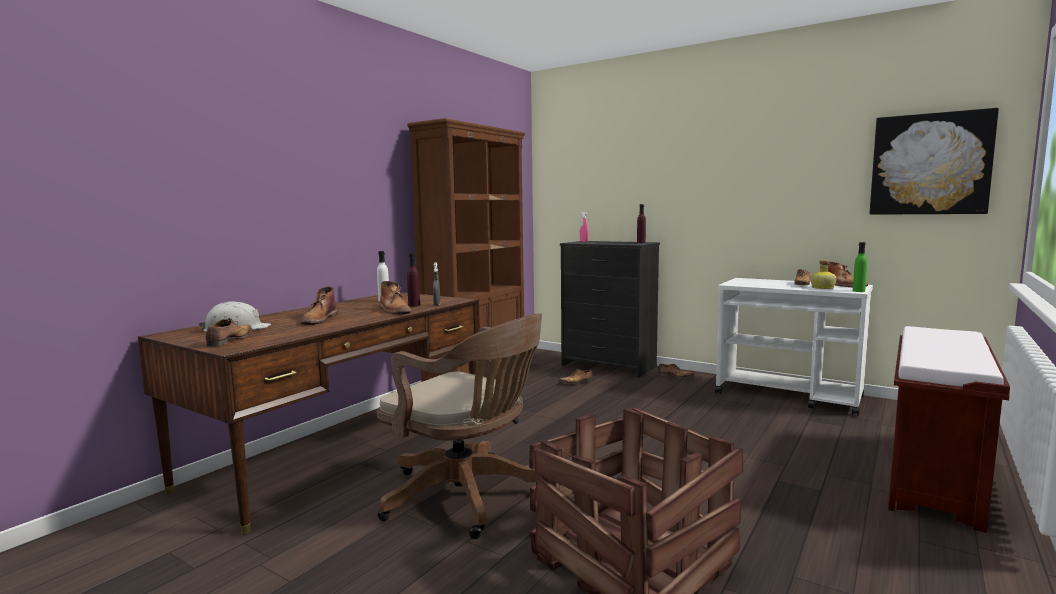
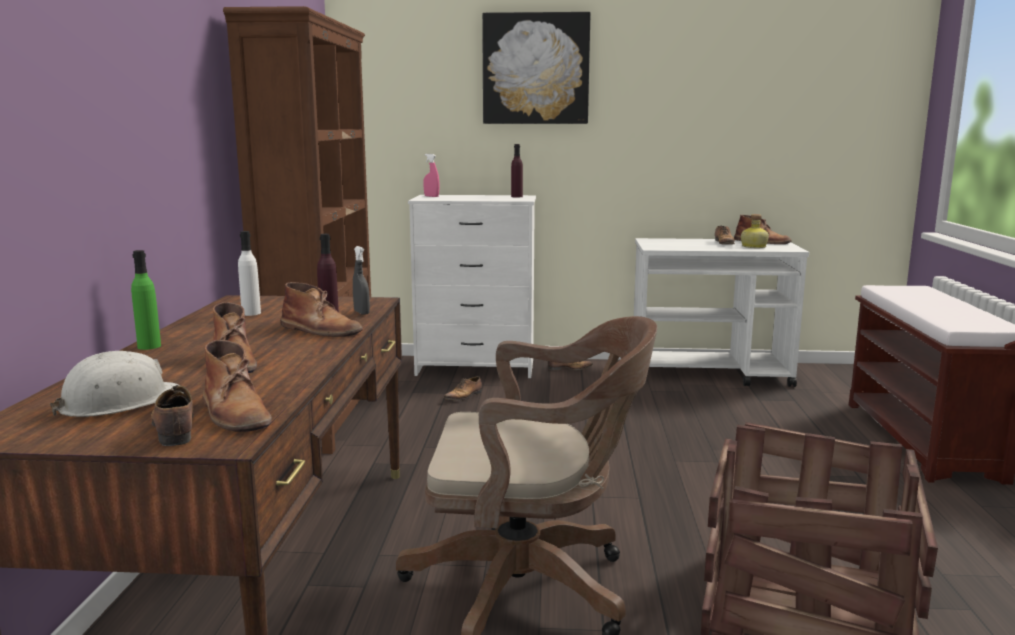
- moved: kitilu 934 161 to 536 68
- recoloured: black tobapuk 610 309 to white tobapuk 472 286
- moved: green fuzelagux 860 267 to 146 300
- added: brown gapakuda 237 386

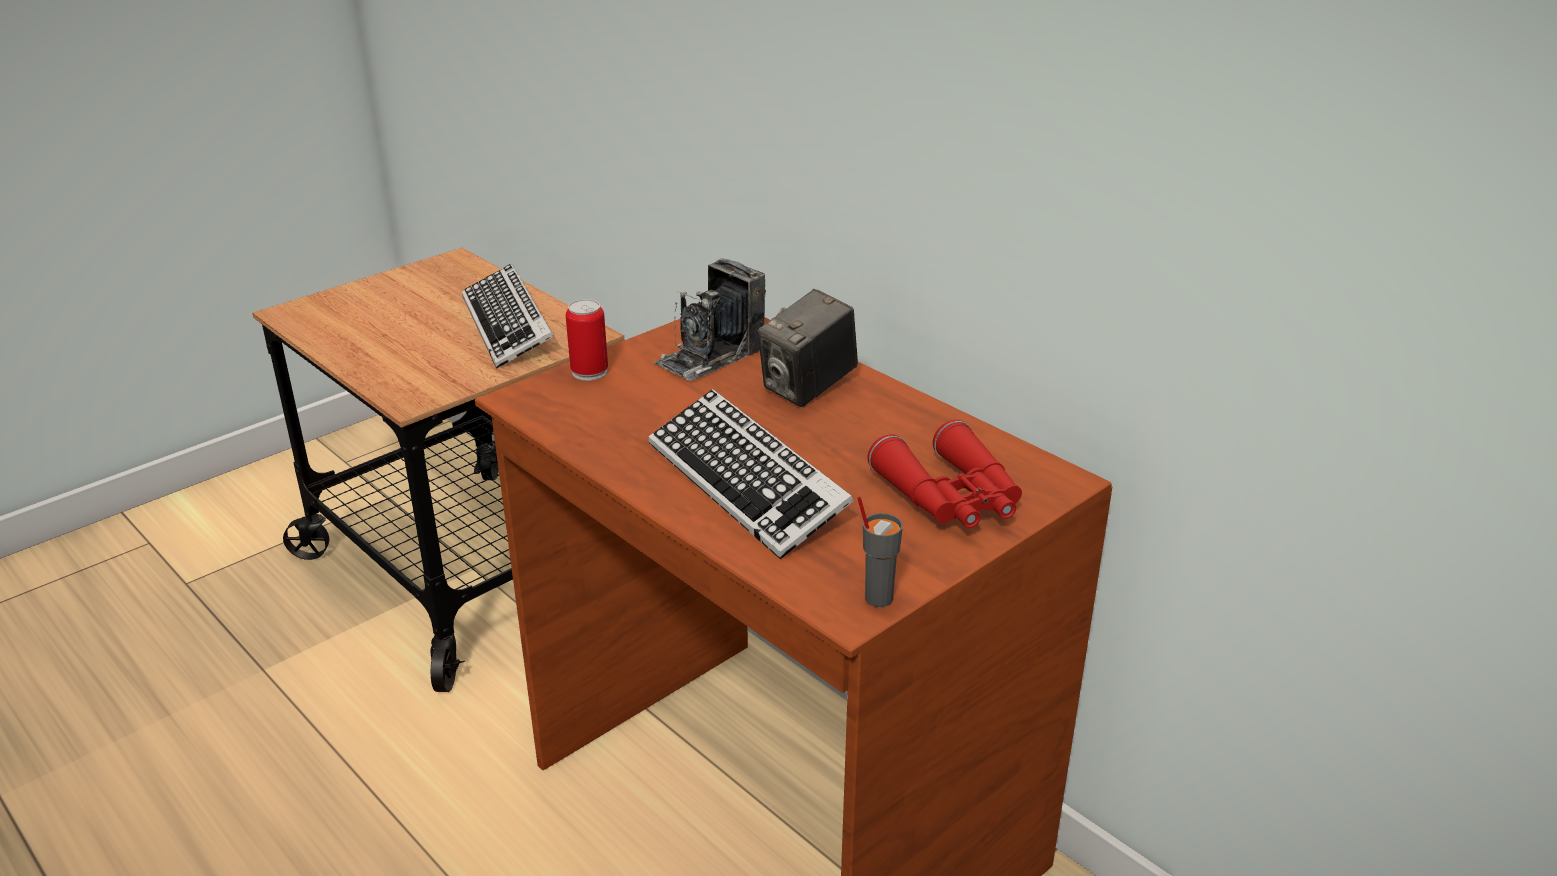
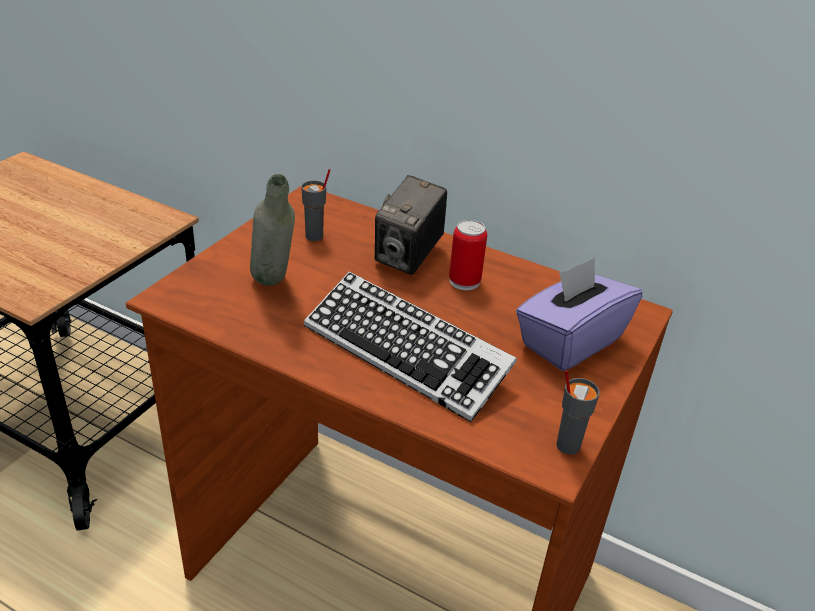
- replaced: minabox 709 319 to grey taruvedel 316 205
- removed: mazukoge 508 316
- moved: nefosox 587 340 to 468 255
- replaced: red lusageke 944 473 to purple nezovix 579 314
- added: grey fuzelagux 272 230

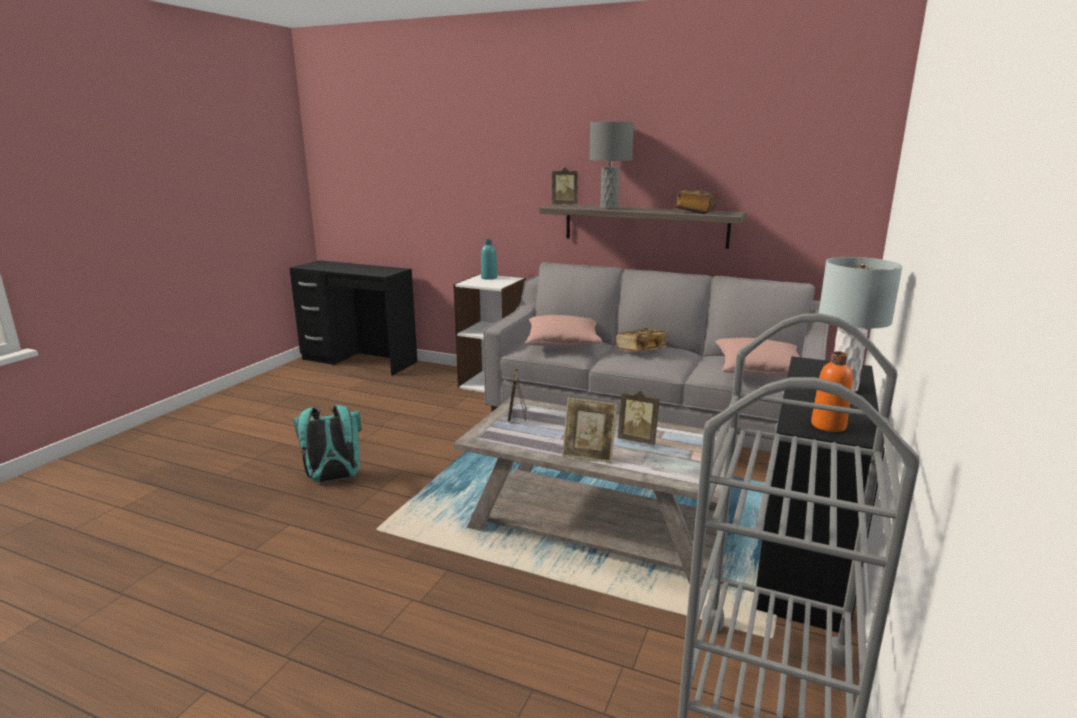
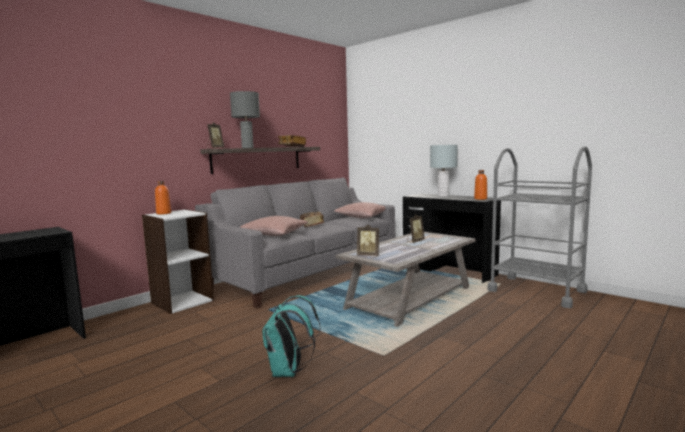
- recoloured: turquoise fuzelagux 489 259 to orange fuzelagux 163 198
- removed: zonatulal 589 430

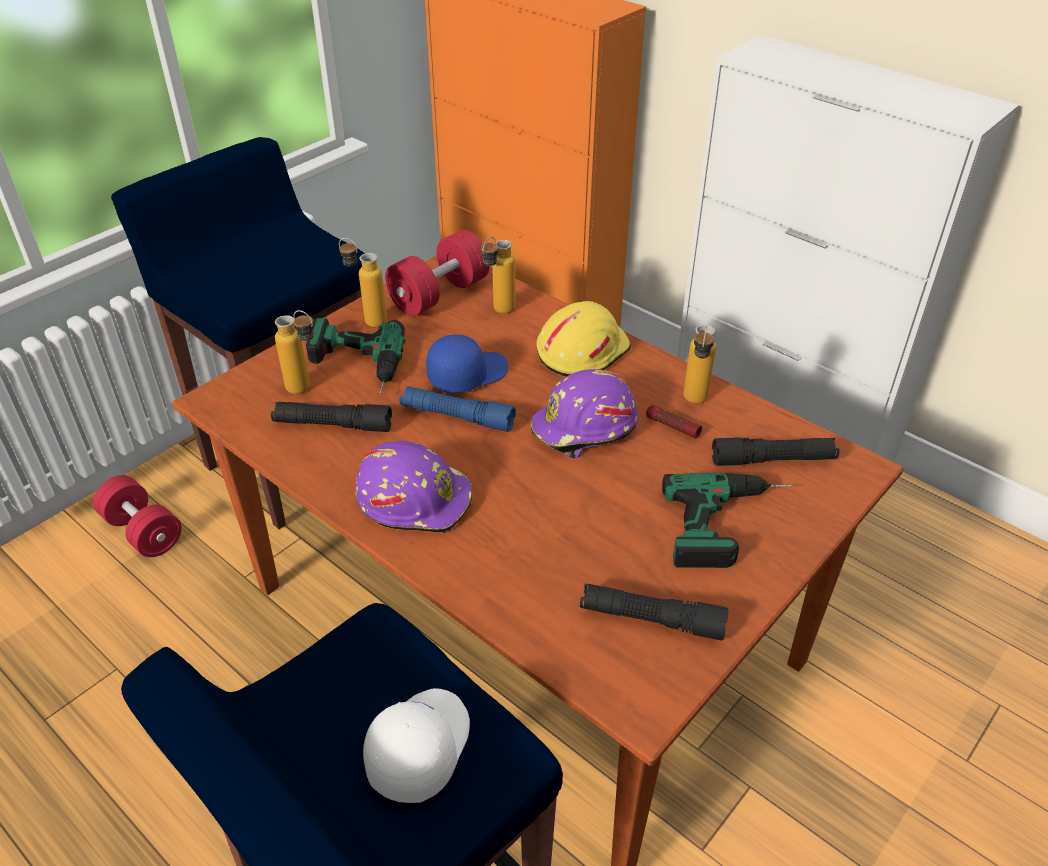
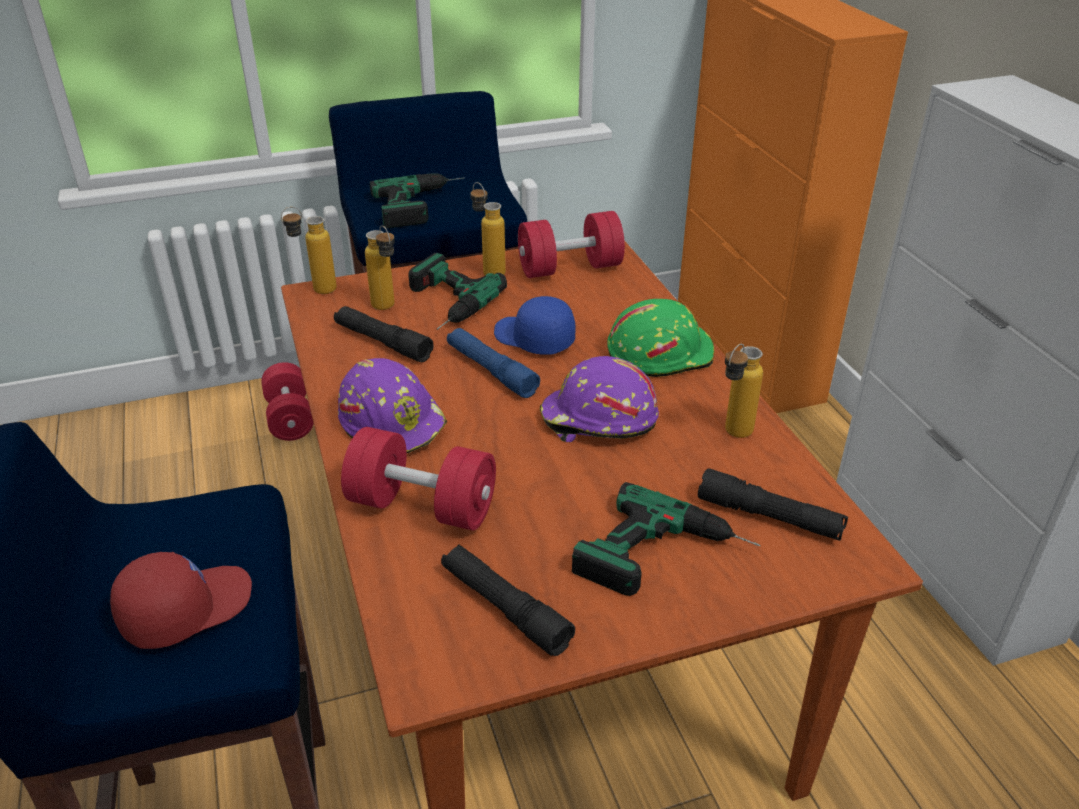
- moved: fuzelagux 498 275 to 309 250
- recoloured: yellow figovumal 584 338 to green figovumal 660 338
- turned: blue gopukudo 467 363 = 535 325 135 degrees counterclockwise
- removed: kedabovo 674 422
- recoloured: white gopukudo 416 745 to red gopukudo 181 600
- added: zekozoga 417 201
- added: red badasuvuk 418 478

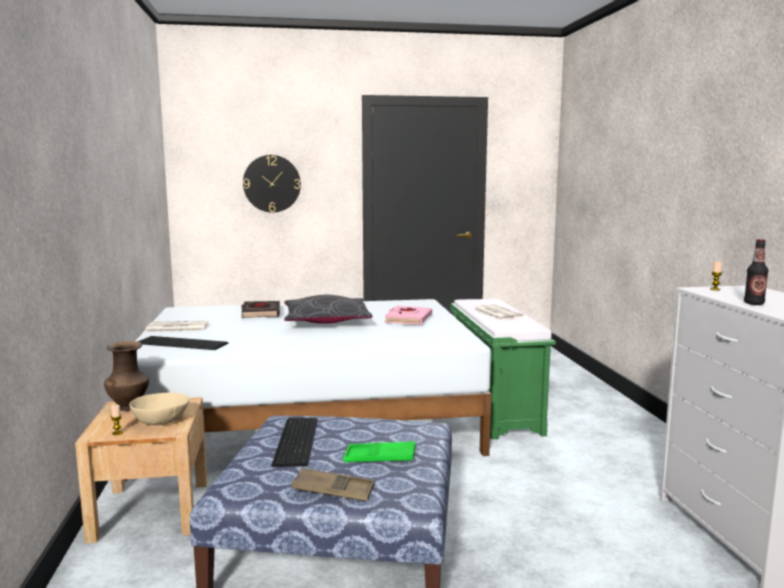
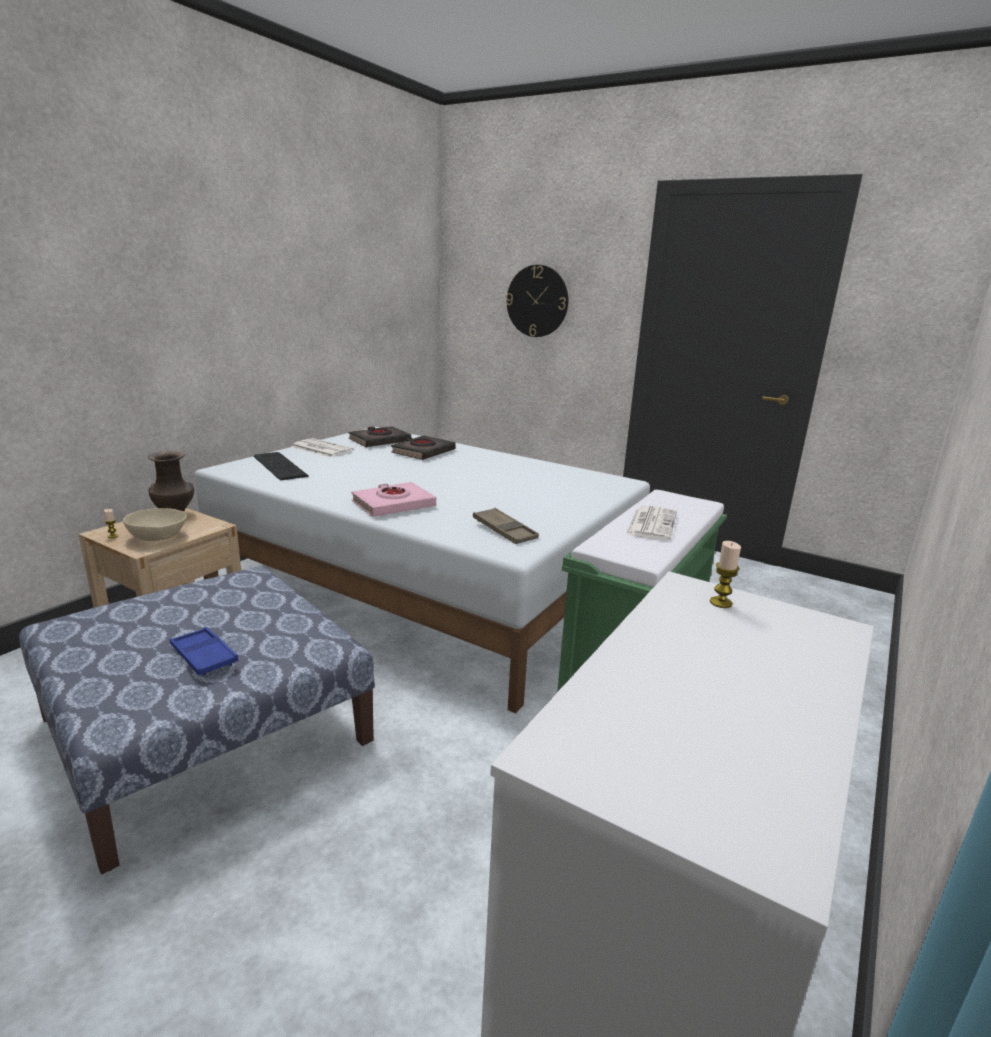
- removed: fuzelagux 756 272
- removed: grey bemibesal 328 309
- moved: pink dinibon 408 315 to 393 499
- removed: mazukoge 294 442
- recoloured: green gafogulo 379 451 to blue gafogulo 204 651
- moved: brown gafogulo 332 484 to 506 526
- added: black dinibon 379 436

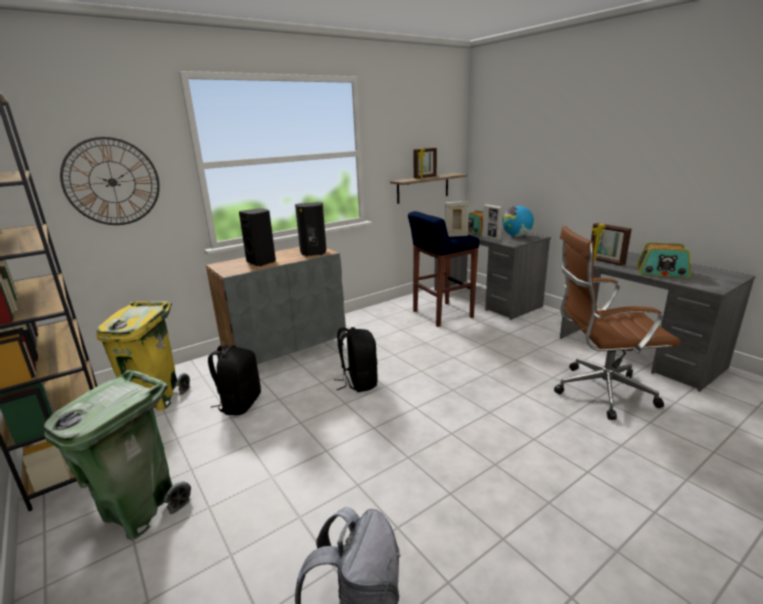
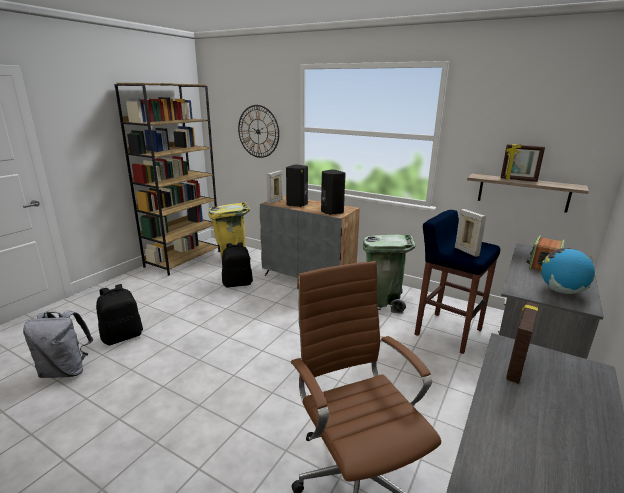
- moved: zonatulal 493 222 to 274 187
- removed: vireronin 663 260
- moved: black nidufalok 356 359 to 119 314
- moved: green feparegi 117 455 to 389 274

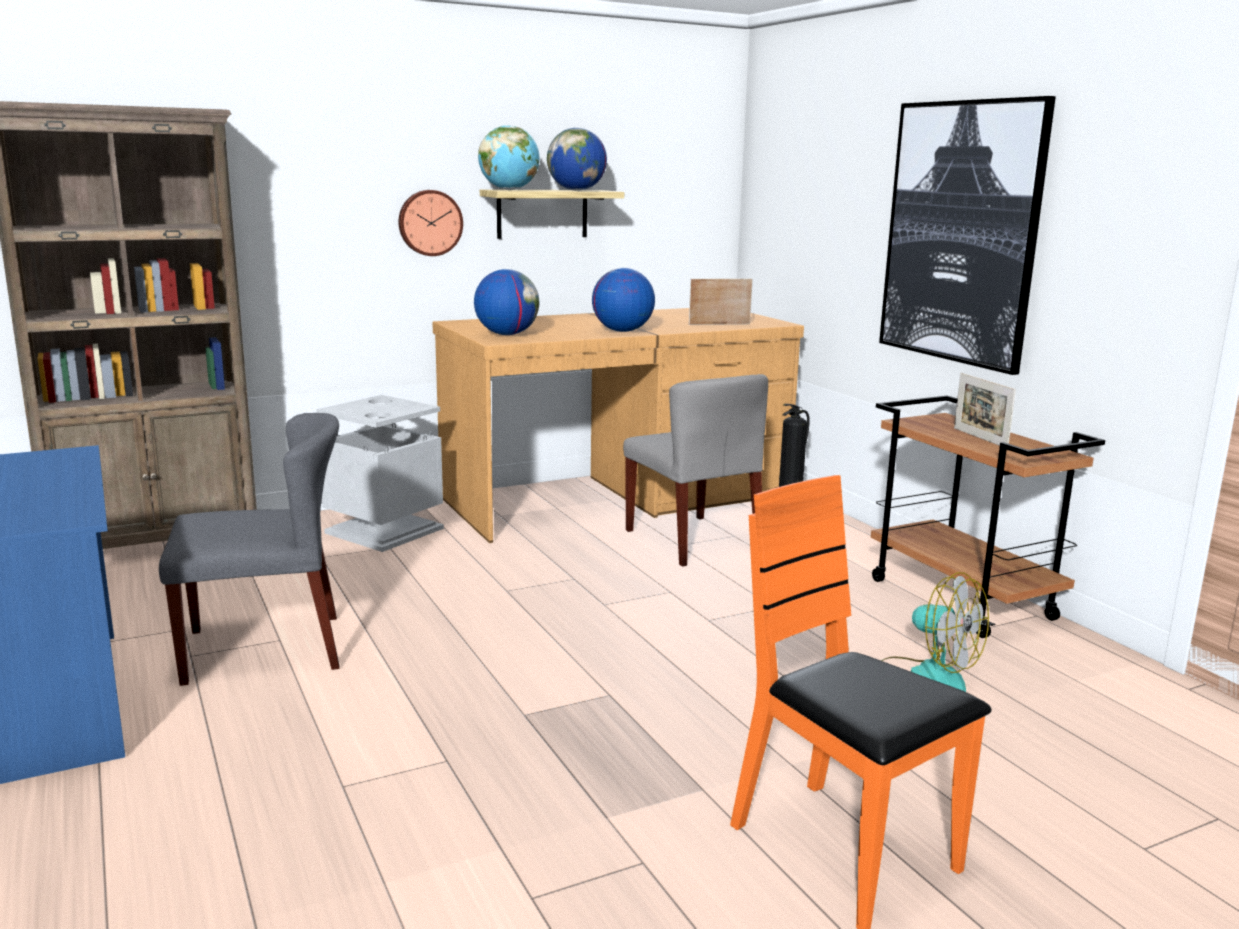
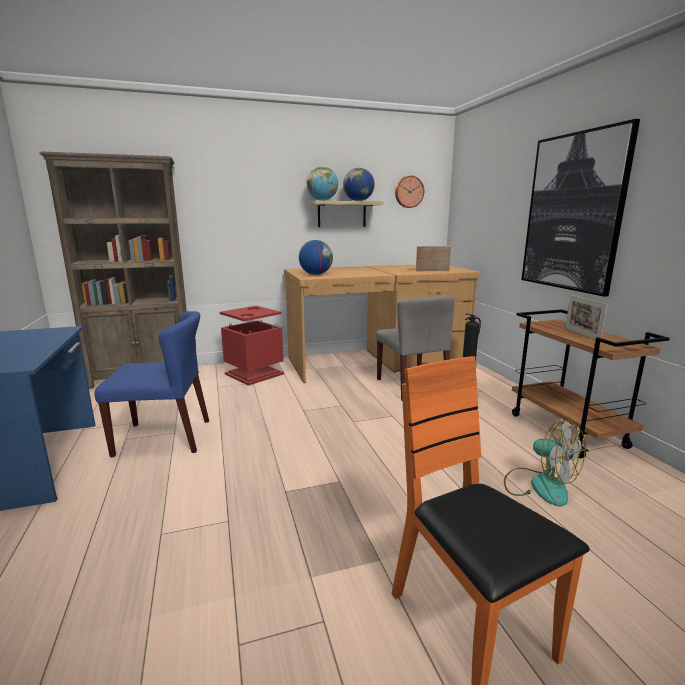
- moved: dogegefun 430 223 to 409 192
- removed: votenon 623 300
- recoloured: grey feparegi 380 473 to red feparegi 252 346
- recoloured: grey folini 249 549 to blue folini 152 384

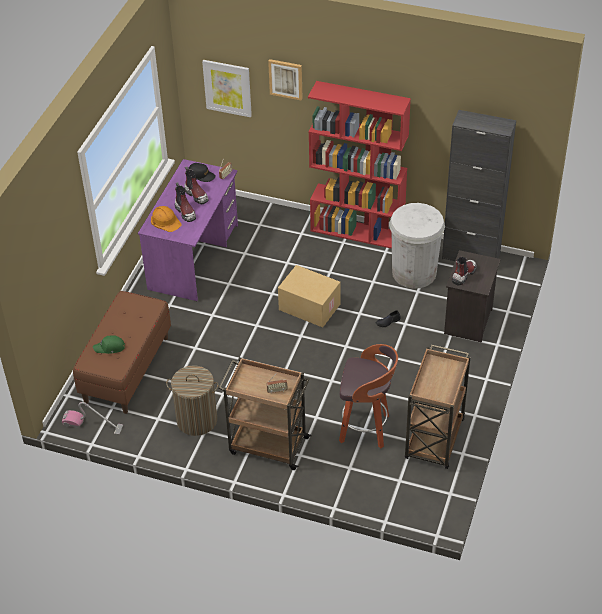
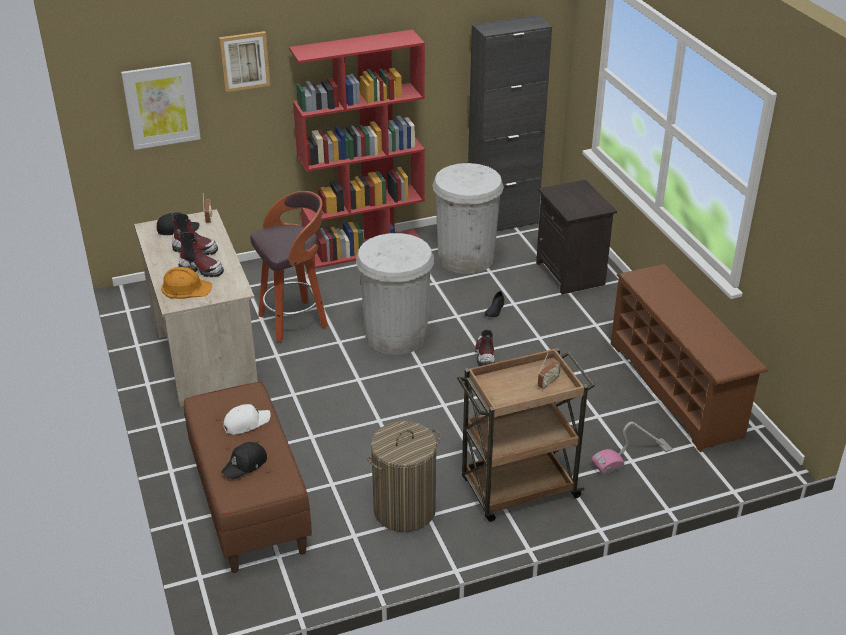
- recoloured: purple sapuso 188 230 to beige sapuso 196 308
- moved: gapakuda 464 271 to 485 348
- replaced: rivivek 309 296 to white feparegi 395 294
- recoloured: green gopukudo 109 344 to black gopukudo 244 460
- moved: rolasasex 368 396 to 289 266
- replaced: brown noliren 437 407 to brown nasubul 689 358
- moved: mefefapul 92 418 to 631 448
- added: white gopukudo 247 419

